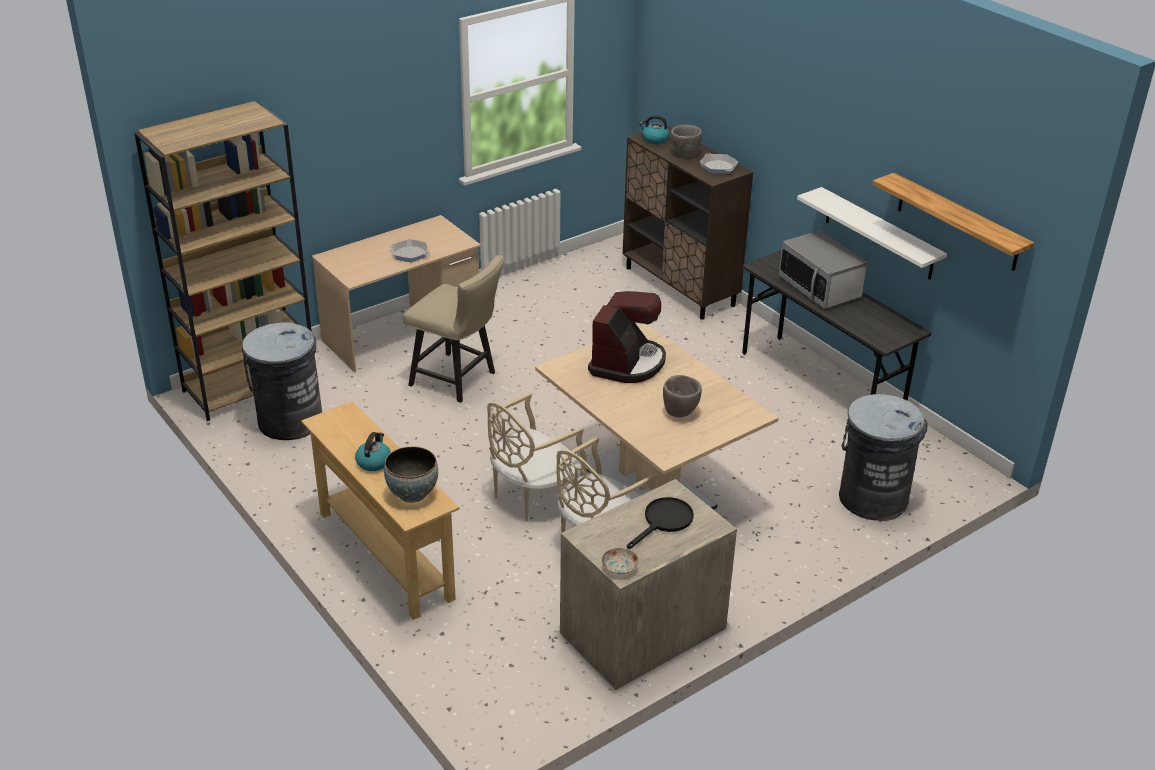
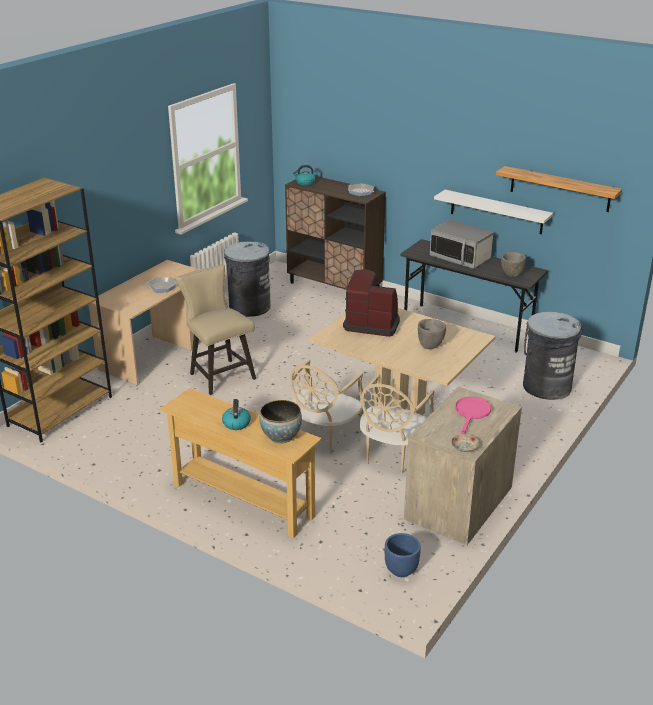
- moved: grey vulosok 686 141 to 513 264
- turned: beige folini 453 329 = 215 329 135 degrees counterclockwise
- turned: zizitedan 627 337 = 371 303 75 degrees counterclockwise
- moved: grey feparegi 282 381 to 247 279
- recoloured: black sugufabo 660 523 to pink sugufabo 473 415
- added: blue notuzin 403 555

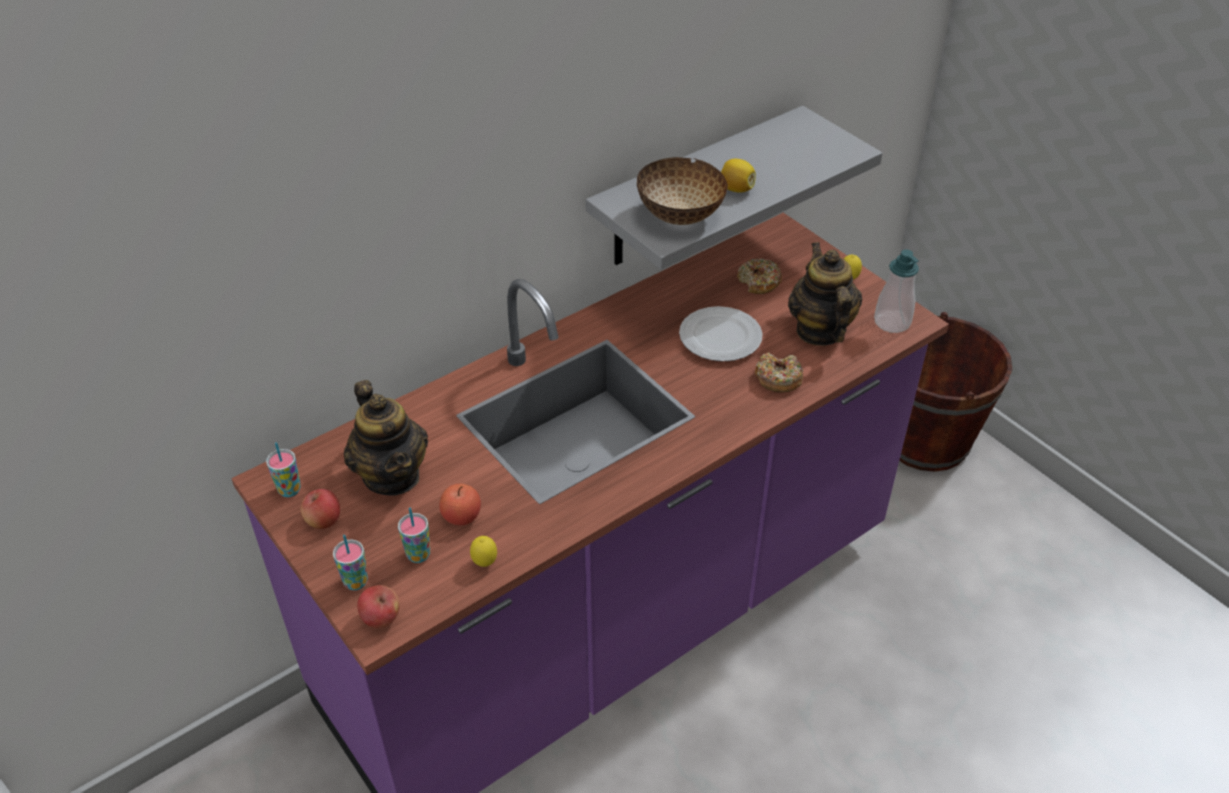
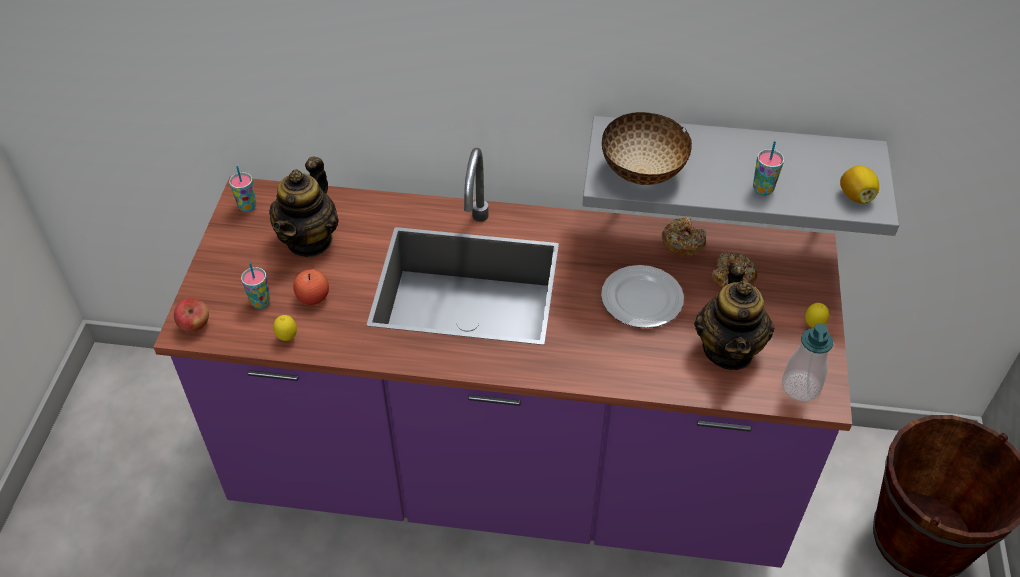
- moved: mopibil 738 175 to 859 184
- turned: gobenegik 825 294 = 734 315 150 degrees clockwise
- moved: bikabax 779 372 to 684 237
- removed: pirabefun 320 509
- moved: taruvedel 350 562 to 768 168

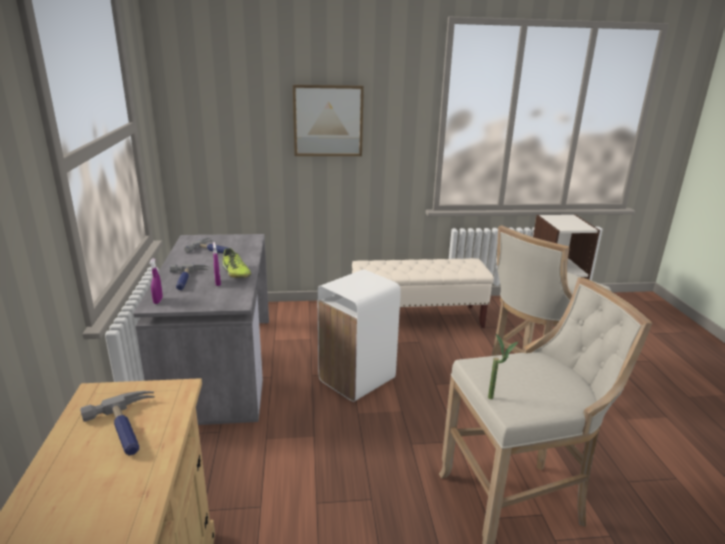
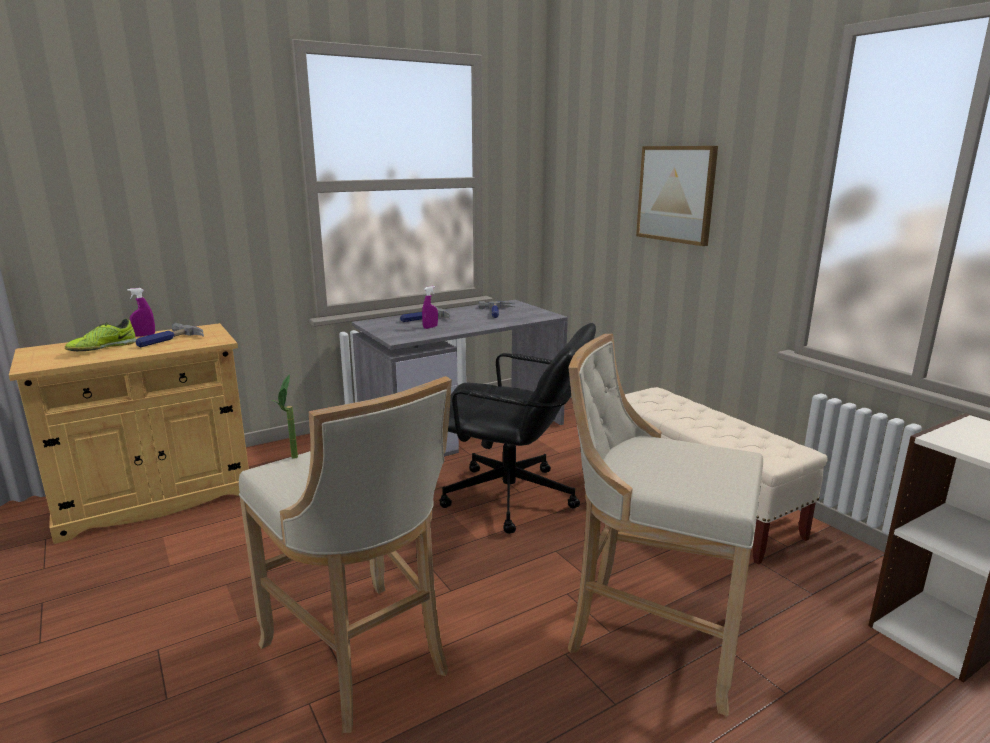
- moved: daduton 236 263 to 100 335
- moved: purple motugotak 156 281 to 141 312
- replaced: white feparegi 359 335 to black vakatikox 517 428

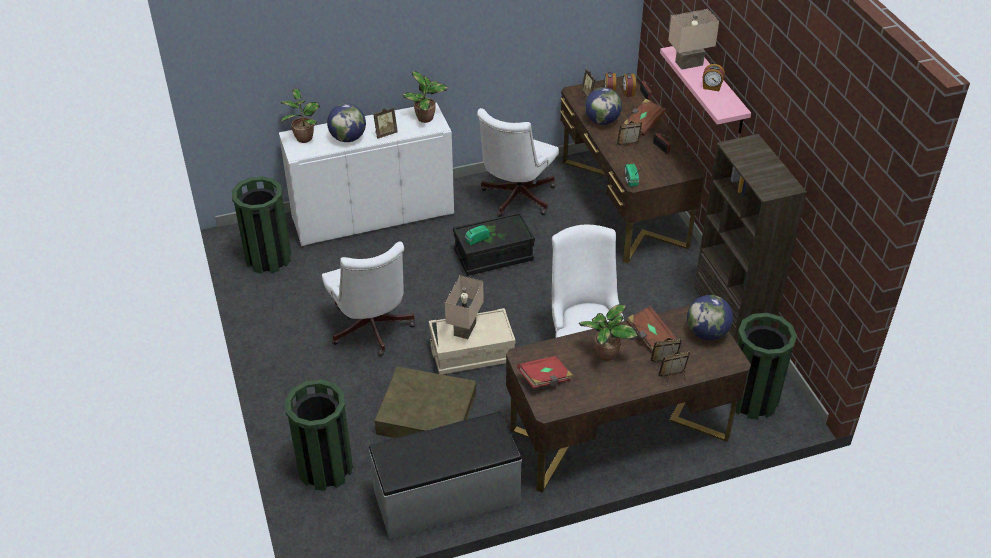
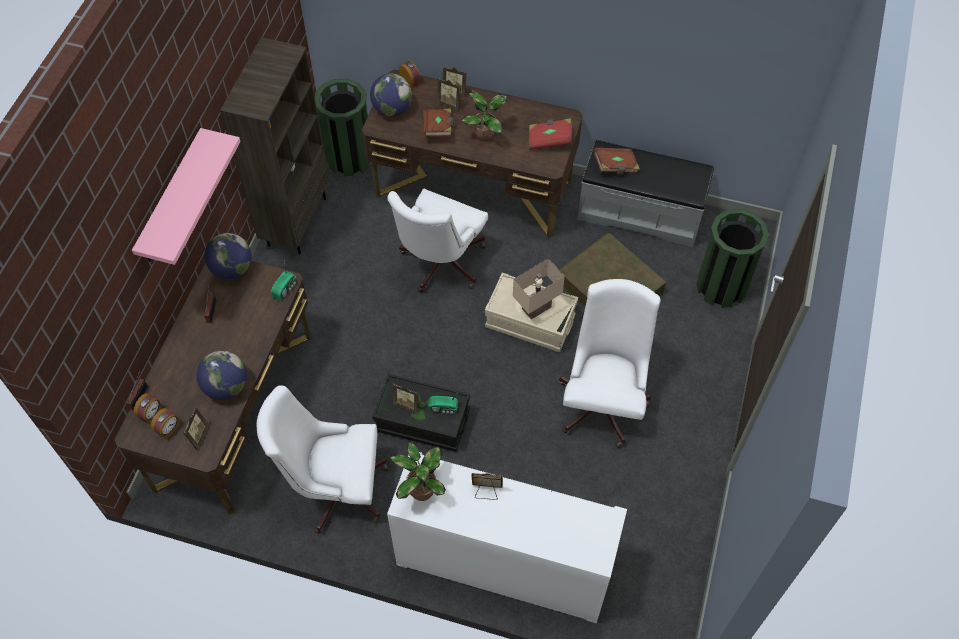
- removed: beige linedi 693 39
- moved: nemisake 714 77 to 409 75
- removed: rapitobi 300 115
- moved: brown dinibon 644 117 to 616 161
- moved: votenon 346 122 to 228 256
- turned: white vakatikox 518 162 = 323 459 150 degrees counterclockwise
- moved: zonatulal 629 136 to 406 398
- removed: green feparegi 261 225

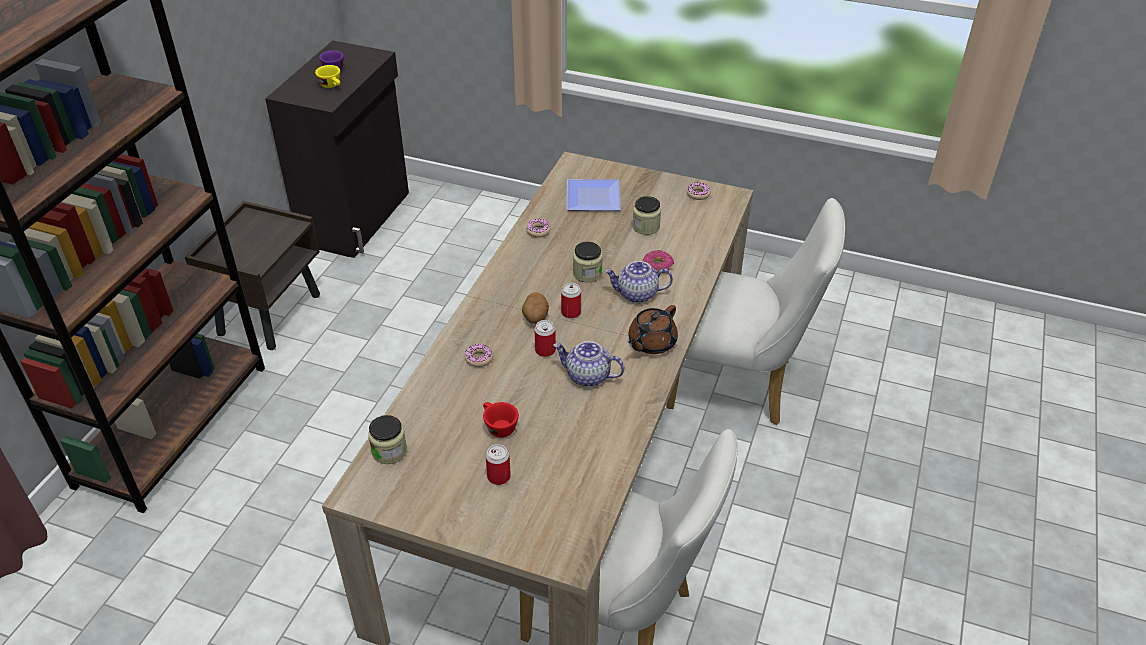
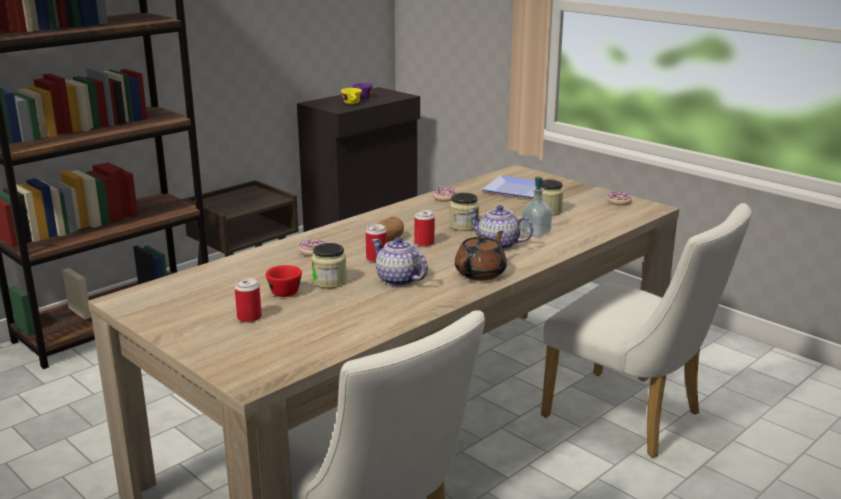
- replaced: bikabax 658 261 to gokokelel 536 207
- turned: brown gobenegik 653 329 = 481 255 150 degrees clockwise
- moved: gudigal 387 439 to 329 265

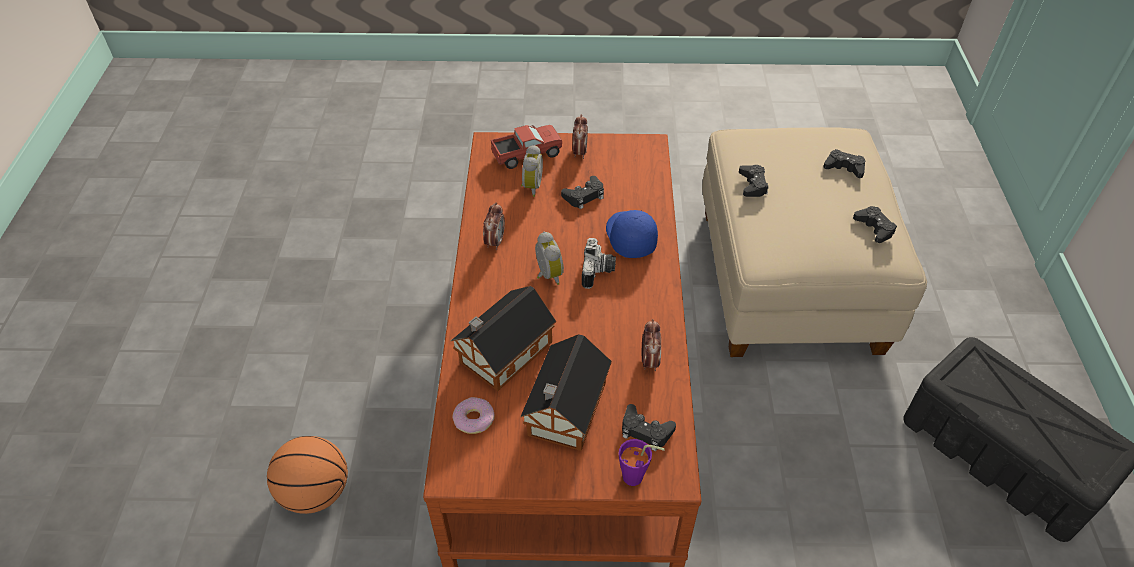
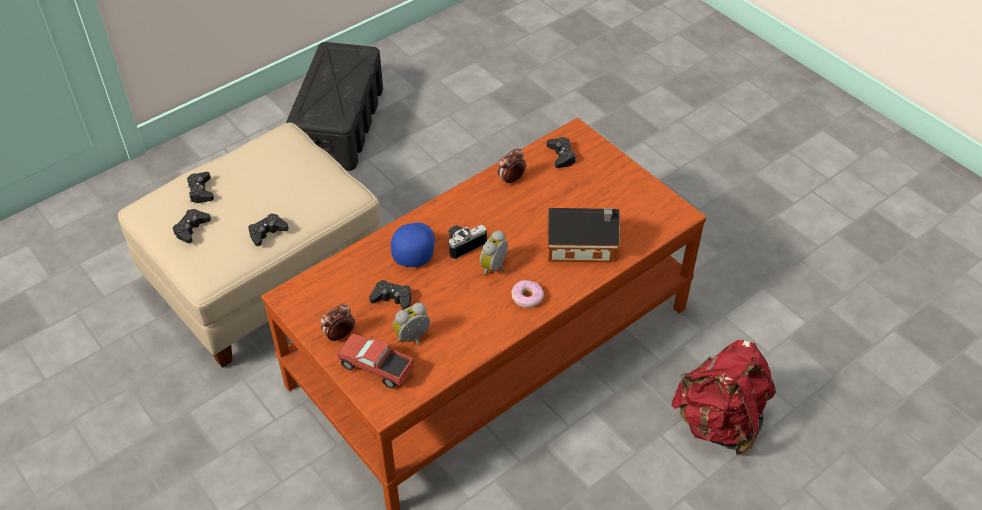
- removed: nemisake 494 226
- moved: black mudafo 875 224 to 191 226
- turned: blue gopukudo 632 234 = 413 245 150 degrees clockwise
- removed: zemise 566 392
- moved: bikabax 474 415 to 527 294
- replaced: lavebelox 307 475 to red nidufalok 724 397
- removed: purple taruvedel 642 462

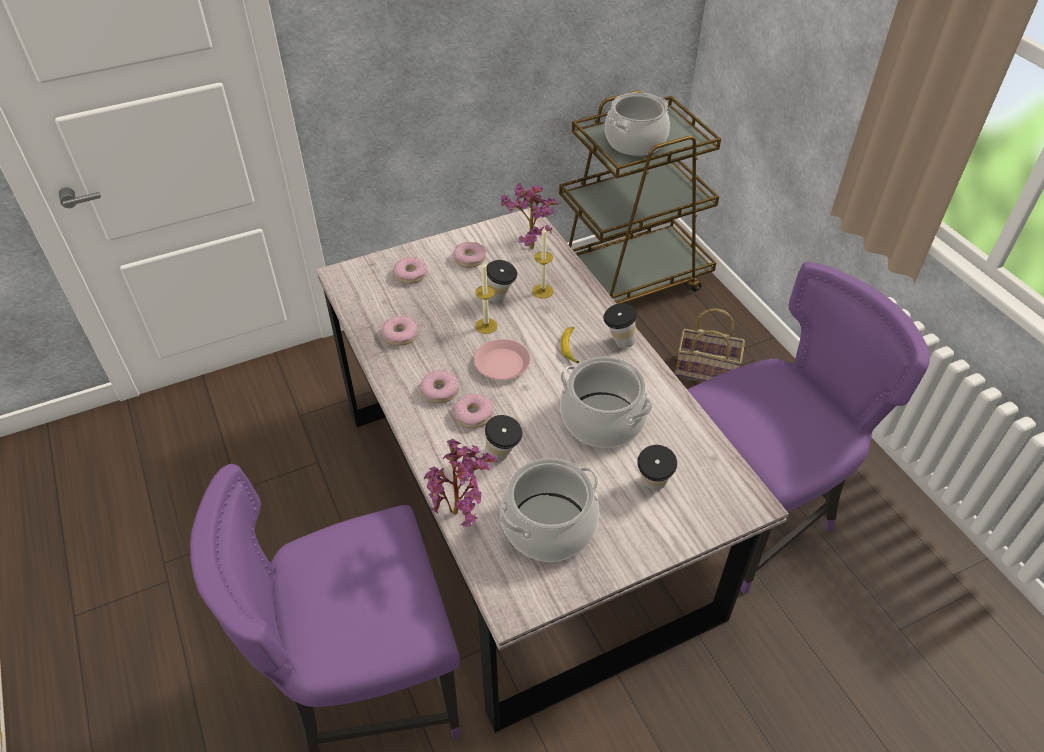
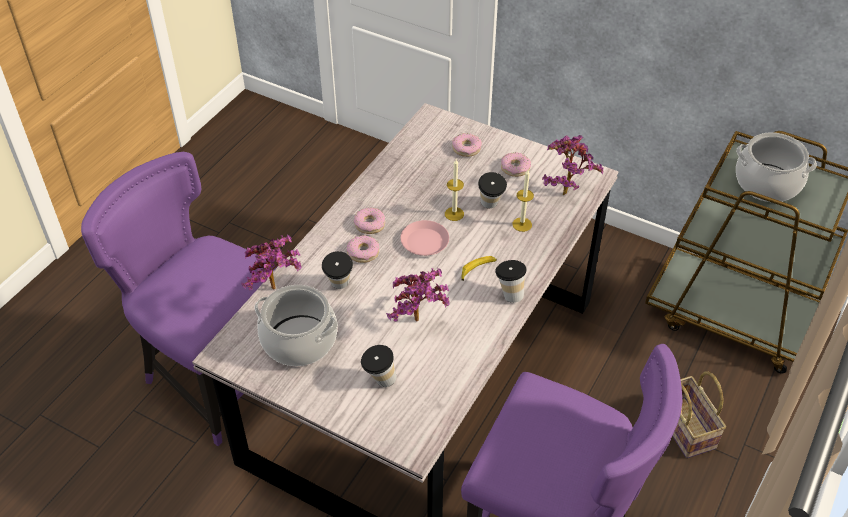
- removed: bikabax 400 331
- replaced: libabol 606 402 to rapitobi 418 295

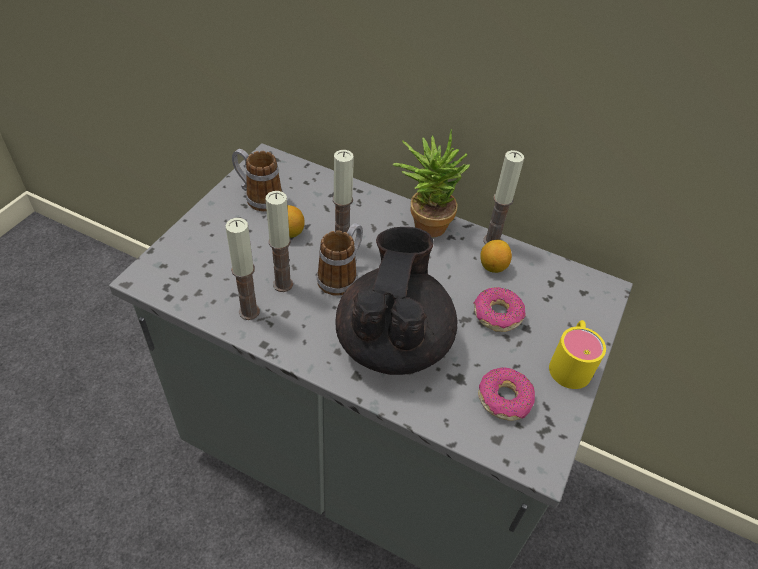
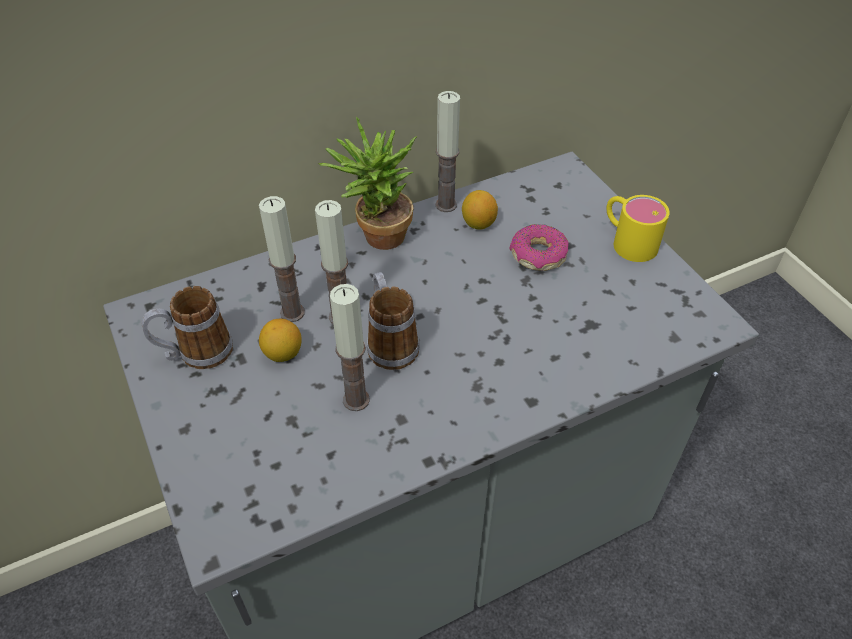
- moved: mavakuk 242 269 to 282 259
- removed: black gobenegik 396 301
- removed: bikabax 506 394

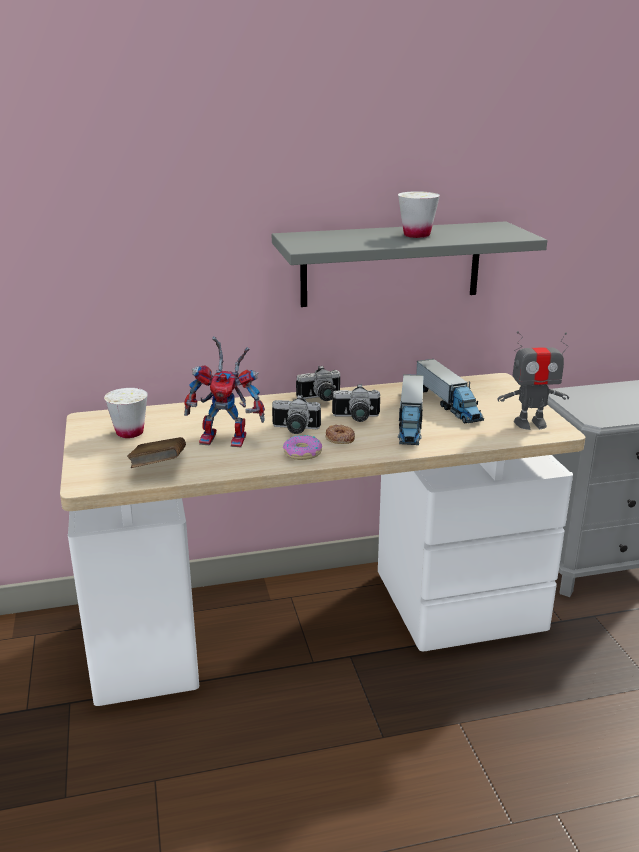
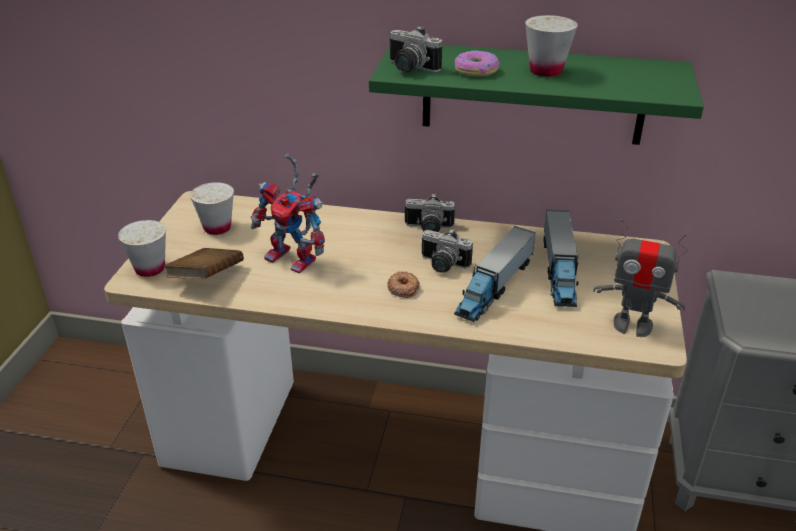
- recoloured: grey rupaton 409 264 to green rupaton 536 95
- moved: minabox 296 414 to 415 49
- moved: bikabax 302 447 to 477 63
- added: white taruvedel 142 248

